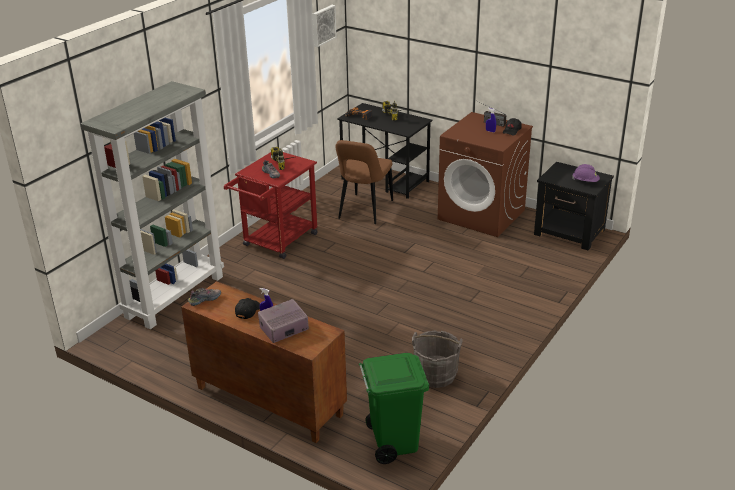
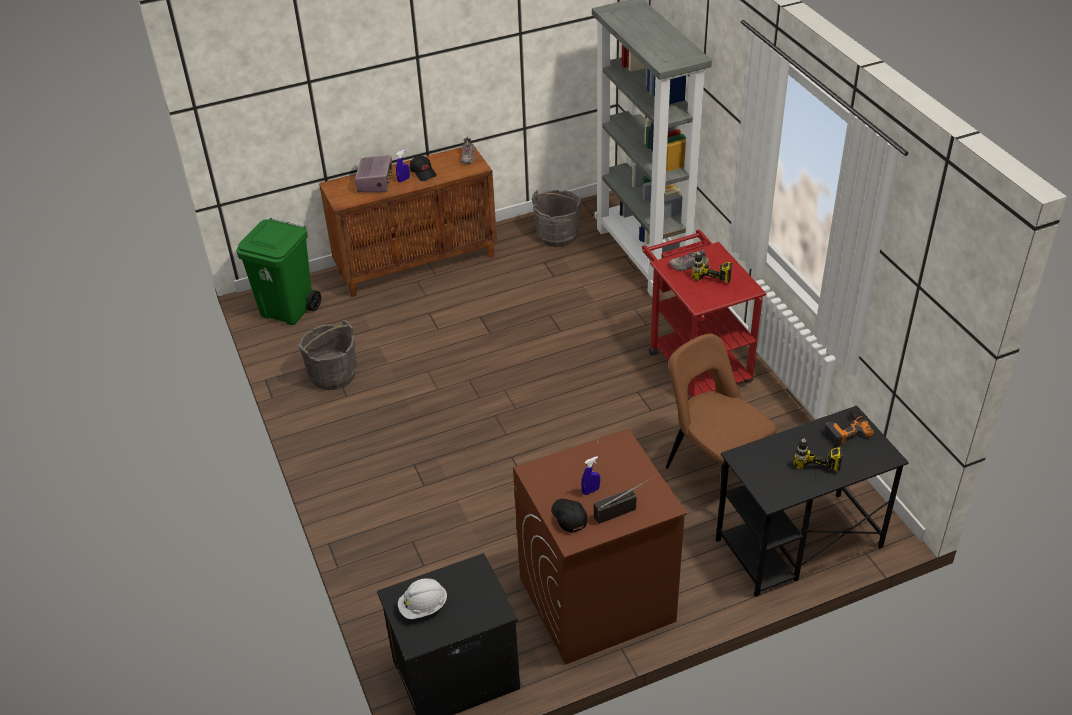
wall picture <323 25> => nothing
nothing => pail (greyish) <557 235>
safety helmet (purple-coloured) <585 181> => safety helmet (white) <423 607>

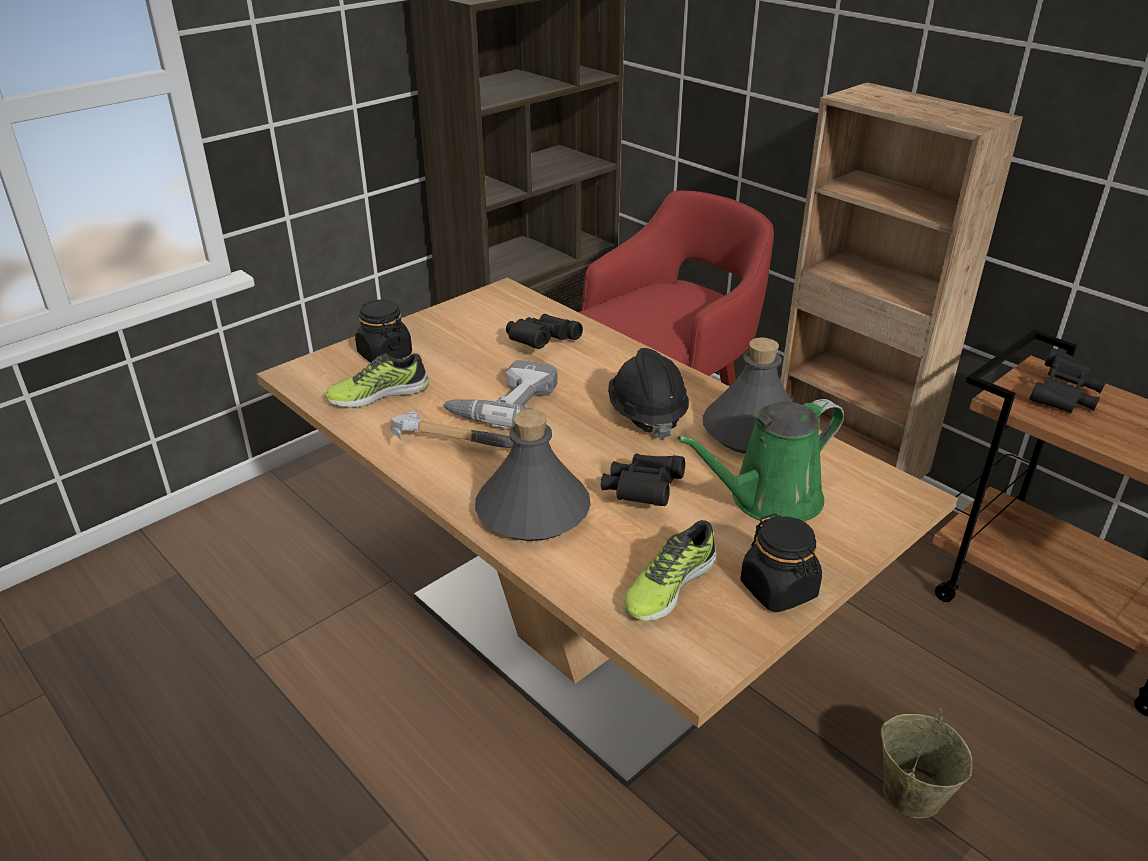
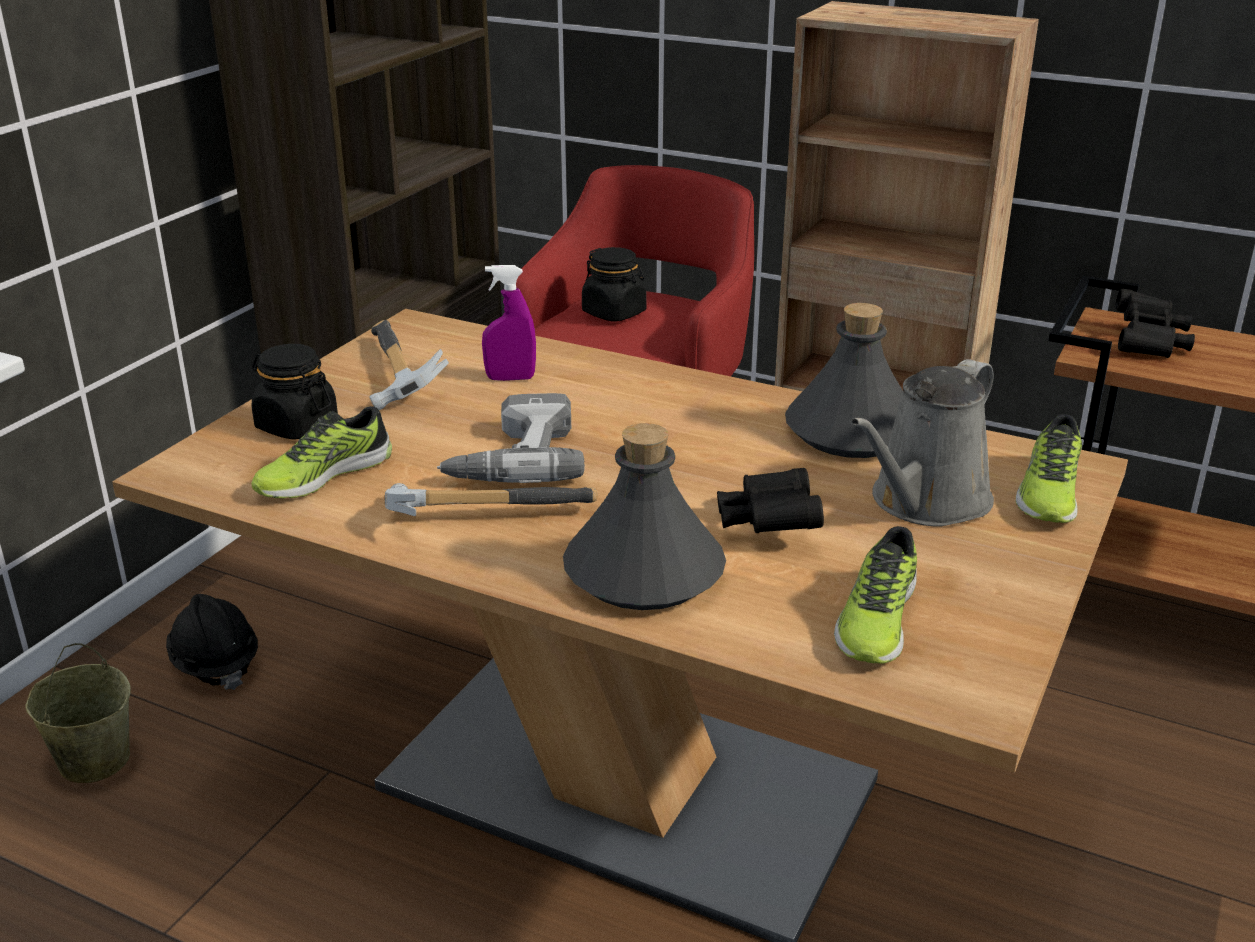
nothing => tool hammer <391 377>
nothing => item of footwear <1048 493>
safety helmet (black) <646 414> => safety helmet (black) <215 664>, moved
storage jar (black) <779 589> => storage jar (black) <614 313>, moved
pail (beige-coloured) <910 792> => pail (beige-coloured) <93 760>, moved
field glasses (black) <541 343> => spray bottle (purple-coloured) <510 378>
watering pot (greenish) <768 500> => watering pot (greyish) <925 502>

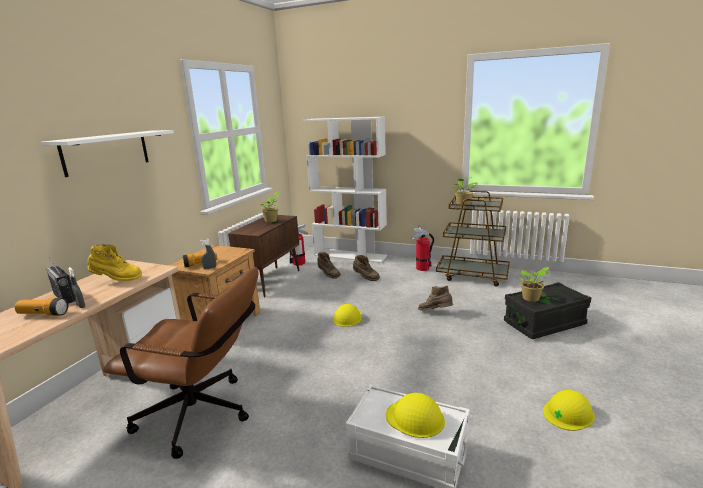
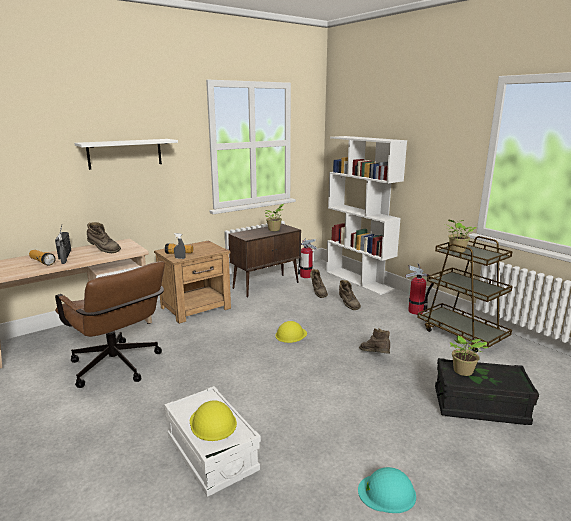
boot (yellow) <117 280> => boot (brownish) <103 251>
safety helmet (yellow) <568 413> => safety helmet (turquoise) <387 493>

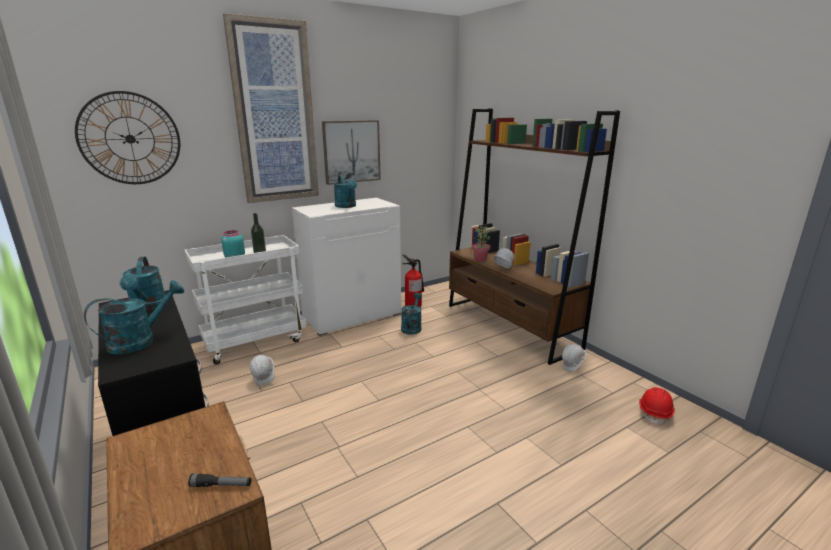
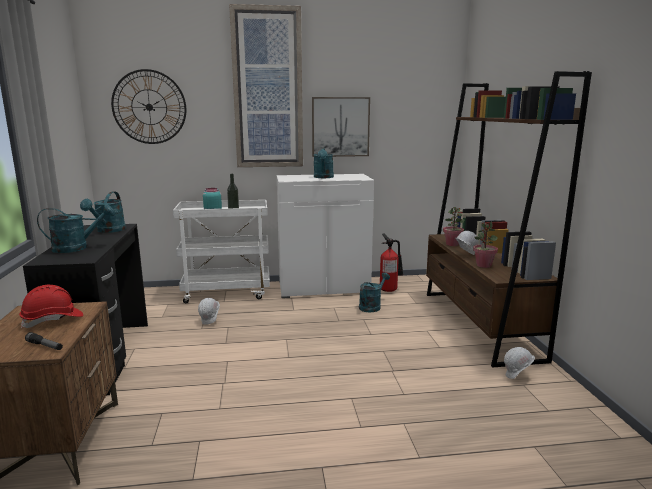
nothing => houseplant <483 265>
safety helmet (reddish) <655 413> => safety helmet (reddish) <53 320>, moved

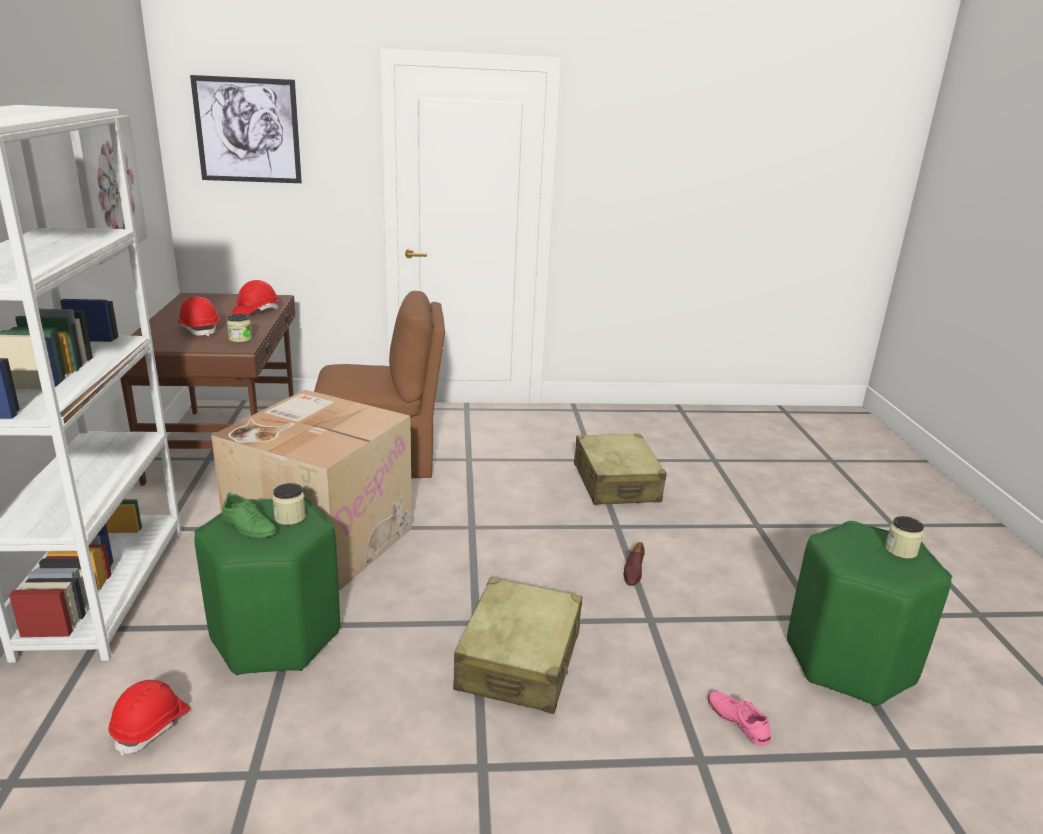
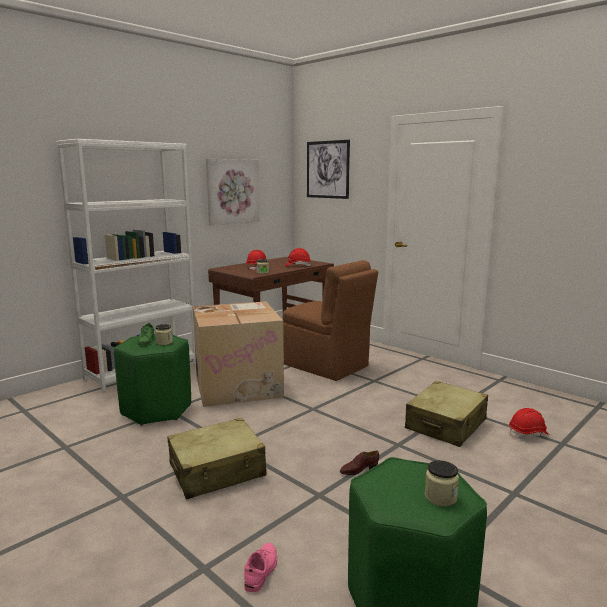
safety helmet (reddish) <152 726> => safety helmet (reddish) <528 434>, moved

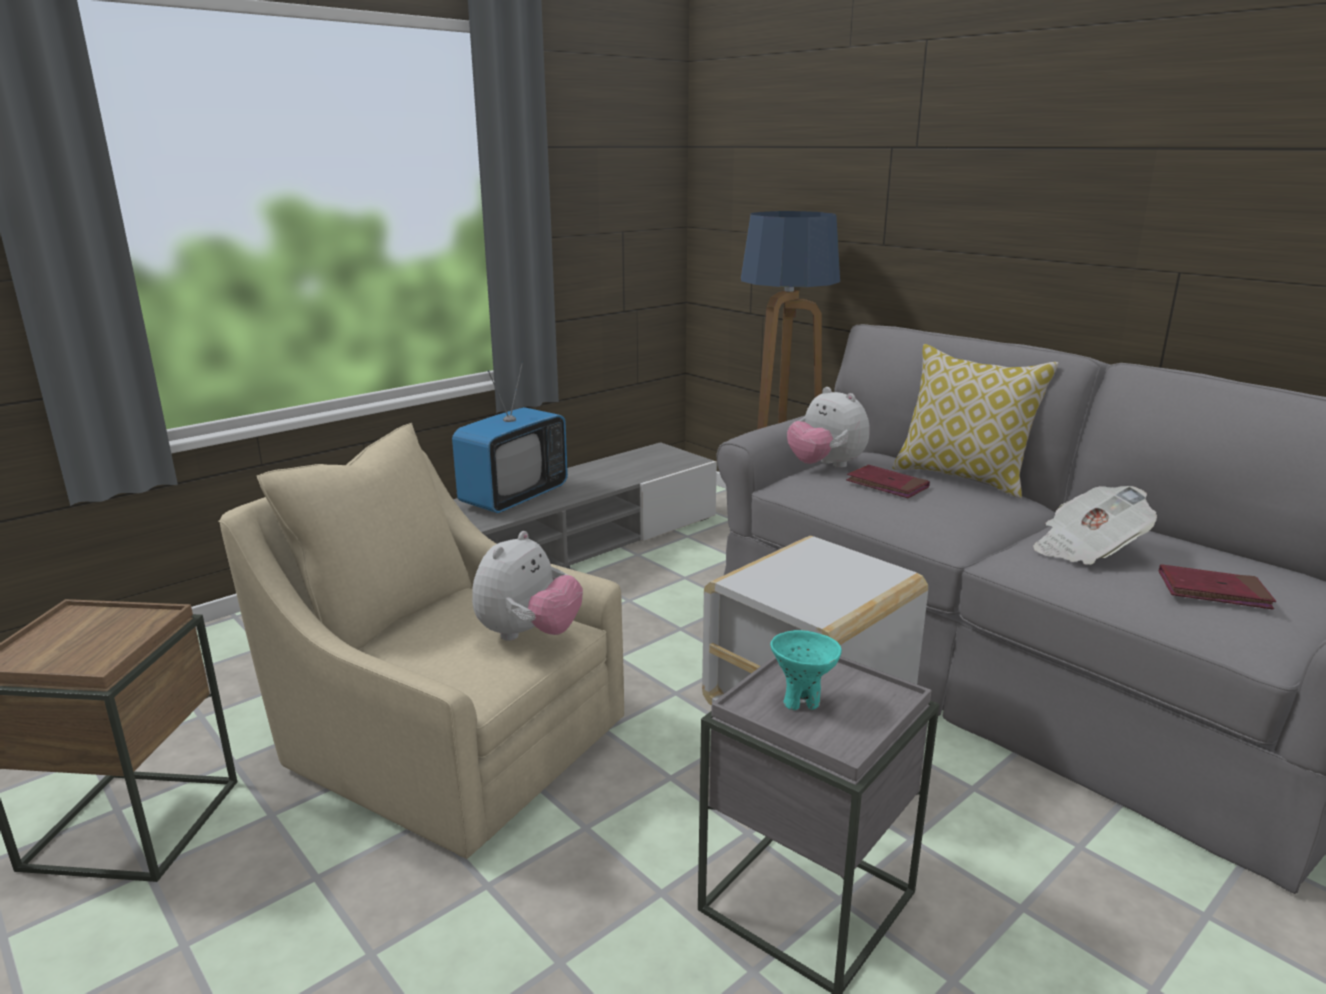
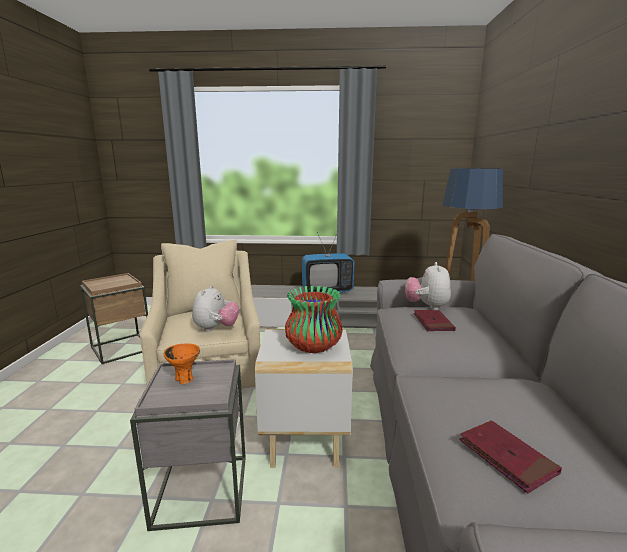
pillow <963 477> => nothing
printed paper <1087 550> => nothing
nothing => flower vase <313 347>
deep dish (turquoise) <801 702> => deep dish (orangey) <184 379>
cuddly toy <528 634> => cuddly toy <216 329>, 60 degrees counterclockwise

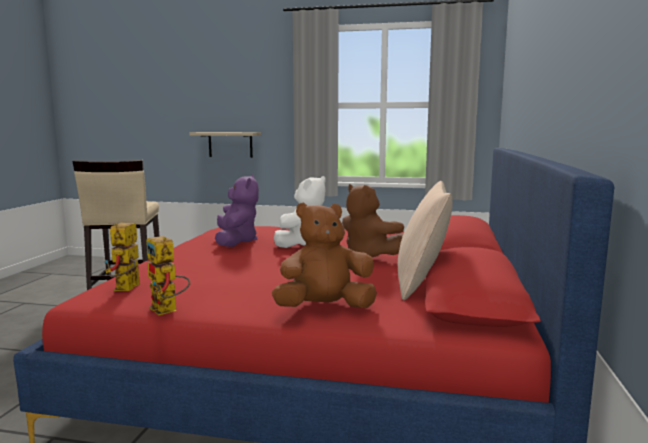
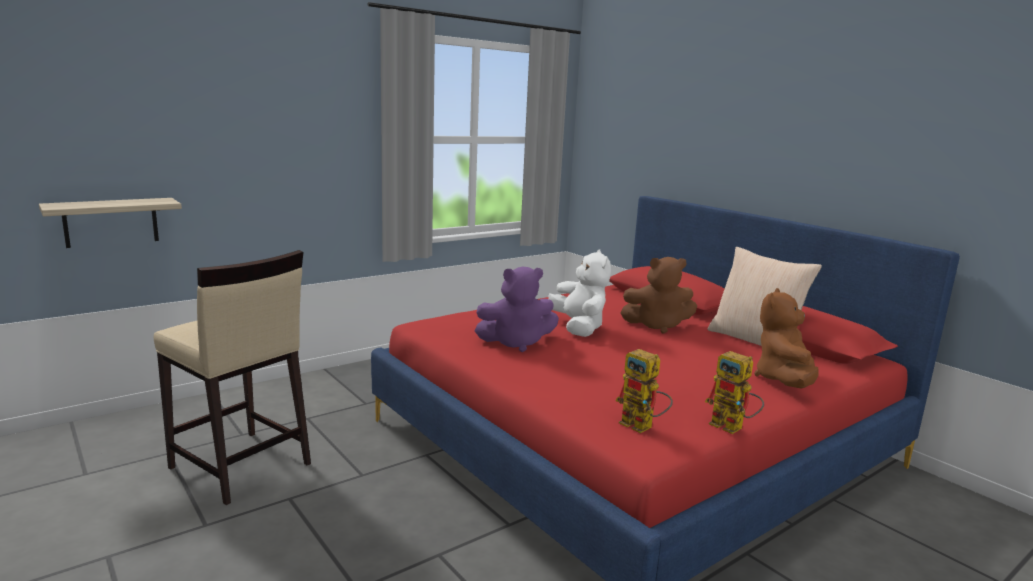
bracket shelf <230 144> => bracket shelf <111 222>, moved
robot figure <168 311> => robot figure <733 427>, 45 degrees clockwise
cuddly toy (purple-coloured) <236 242> => cuddly toy (purple-coloured) <516 343>, 135 degrees clockwise

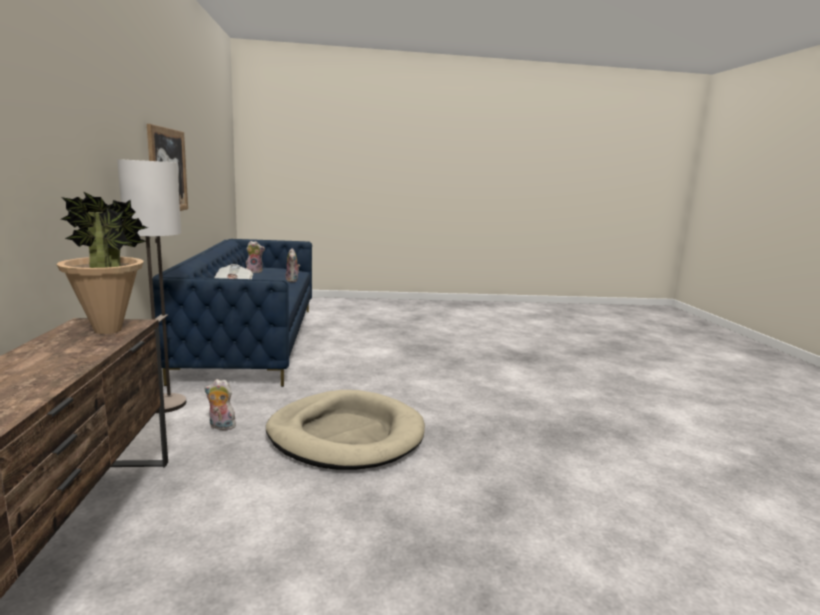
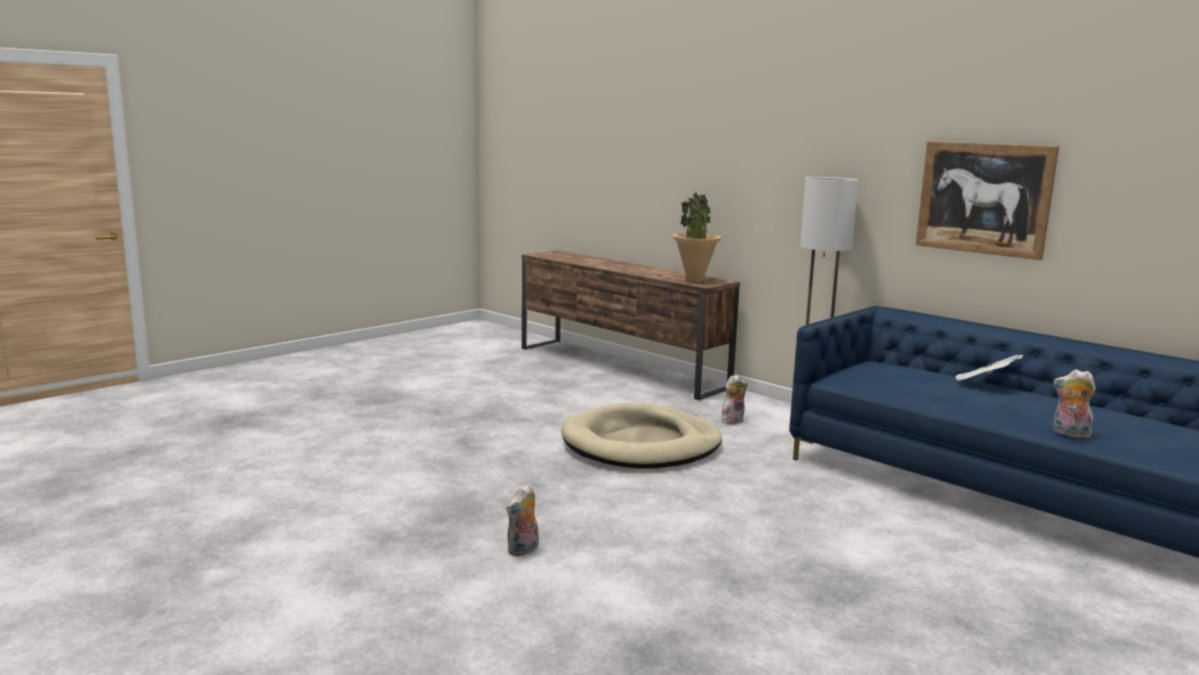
cuddly toy <255 271> => cuddly toy <523 550>, moved

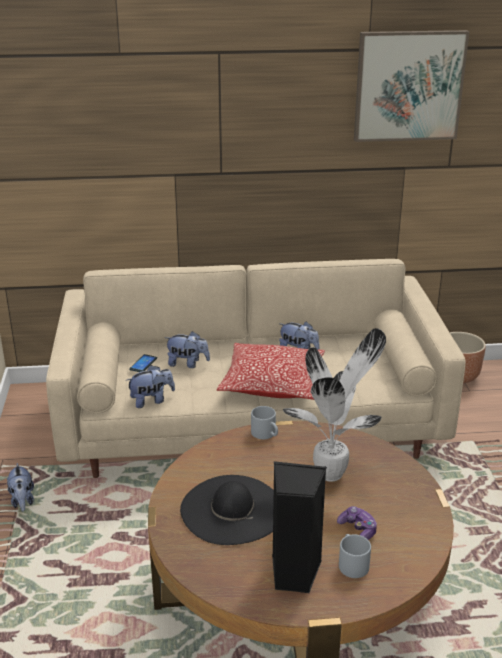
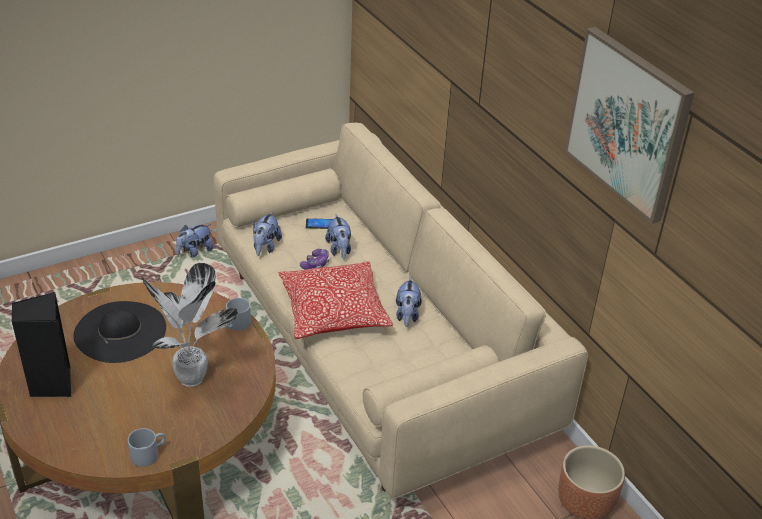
gamepad <358 529> => gamepad <315 264>, moved
mug (greyish) <351 563> => mug (greyish) <148 453>, moved
cuddly toy <151 400> => cuddly toy <265 247>, 60 degrees clockwise

